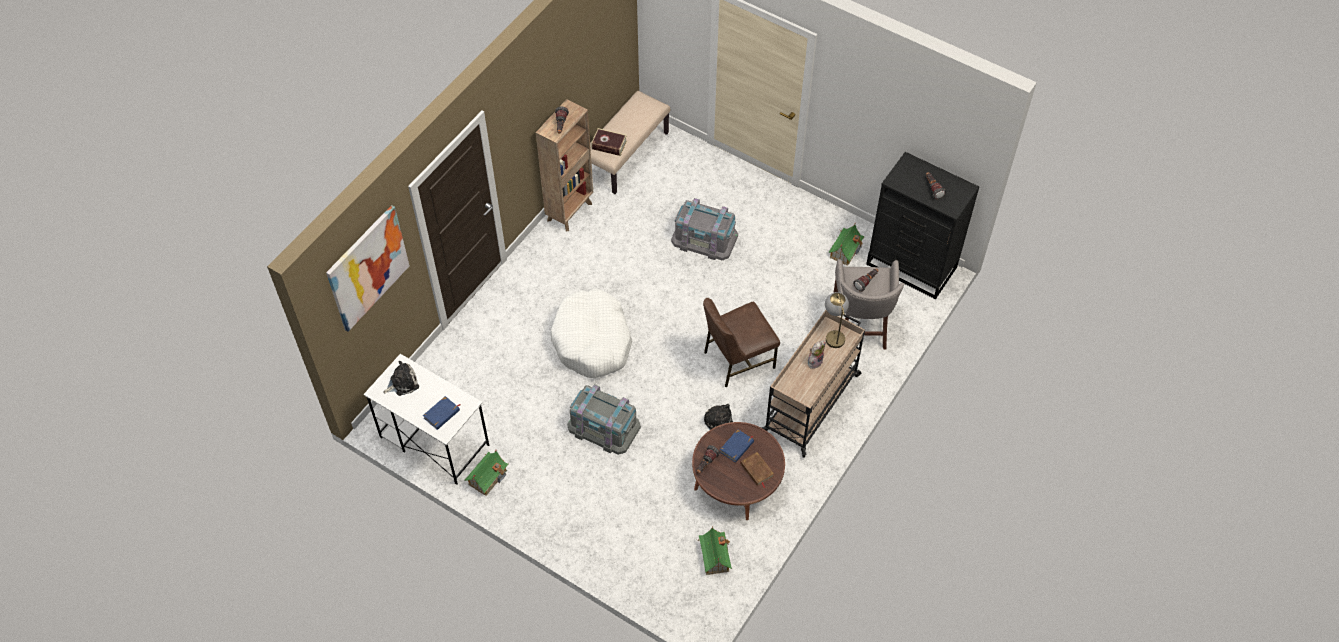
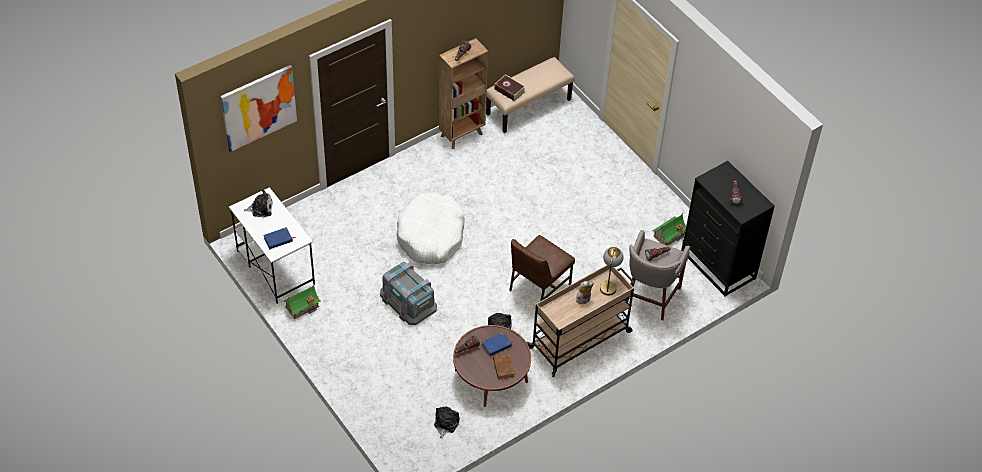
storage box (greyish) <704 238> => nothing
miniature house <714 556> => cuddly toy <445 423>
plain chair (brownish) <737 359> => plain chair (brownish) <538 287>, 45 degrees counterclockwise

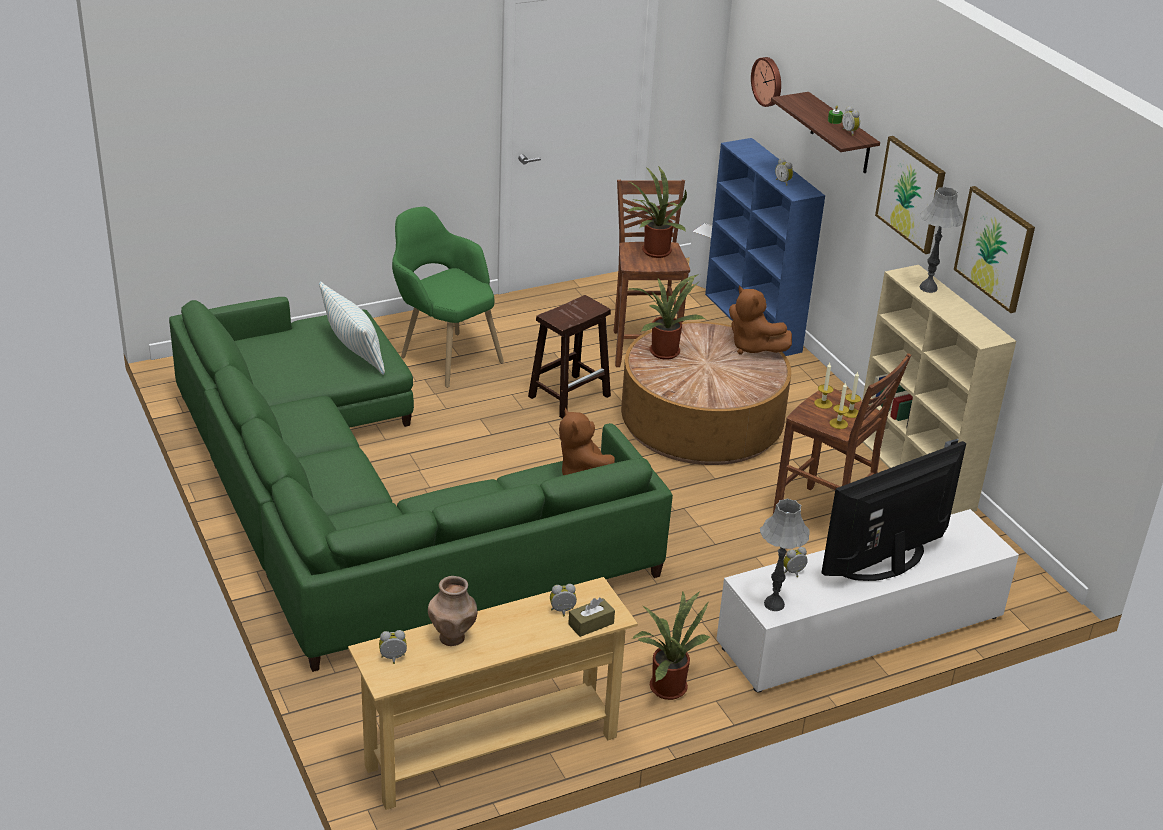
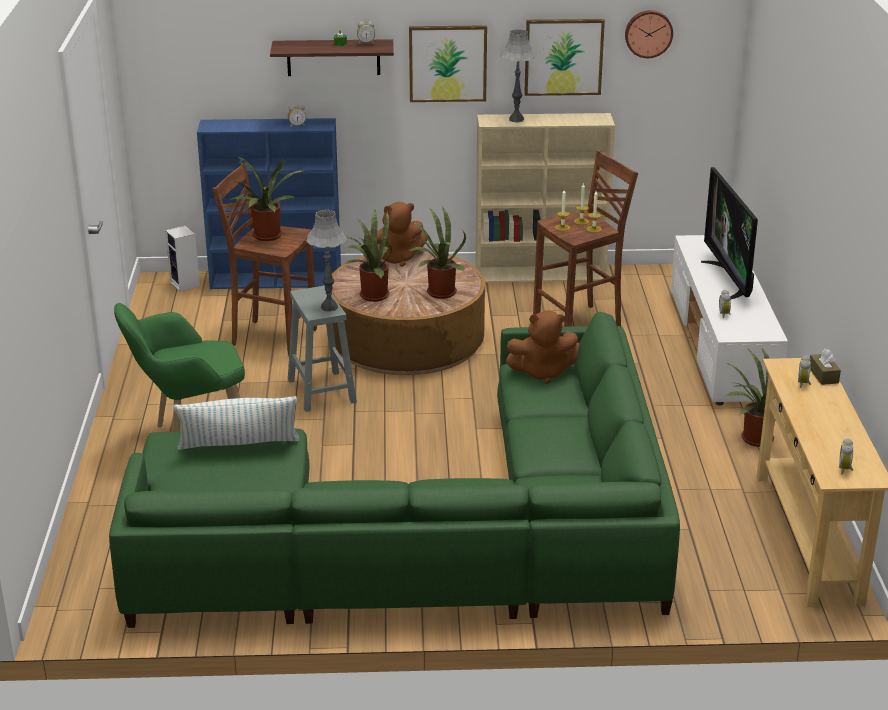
flower vase (brownish) <452 637> => nothing
nothing => houseplant <438 293>
clock on the wall <768 81> => clock on the wall <648 33>, moved
lamp for a table (greyish) <773 604> => lamp for a table (greyish) <329 307>, moved
stool seat (brownish) <570 395> => stool seat (greyish) <321 390>

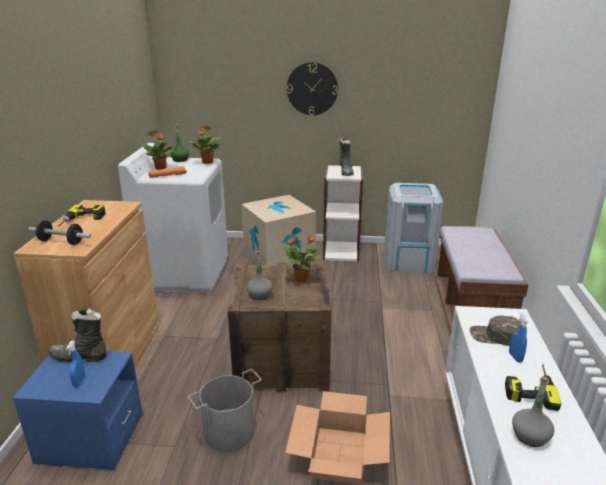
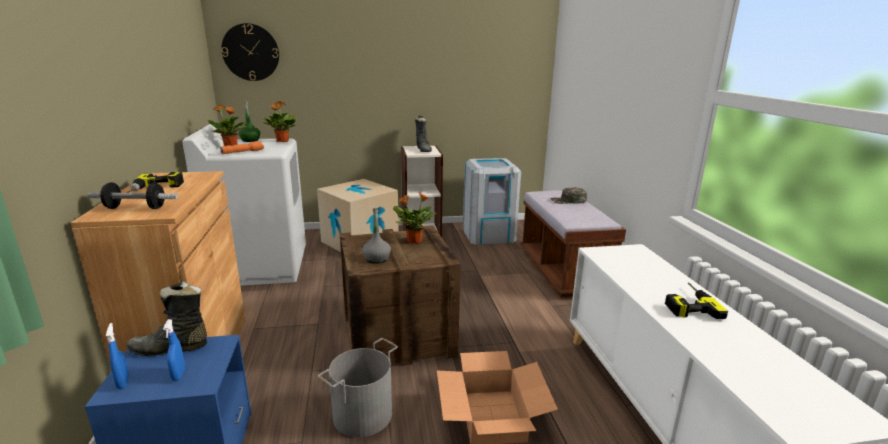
bottle (greyish) <530 436> => nothing
clock on the wall <312 89> => clock on the wall <251 52>, moved
baseball cap (greenish) <497 336> => baseball cap (greenish) <568 201>, moved
spray bottle (blue) <515 357> => spray bottle (blue) <123 382>, moved

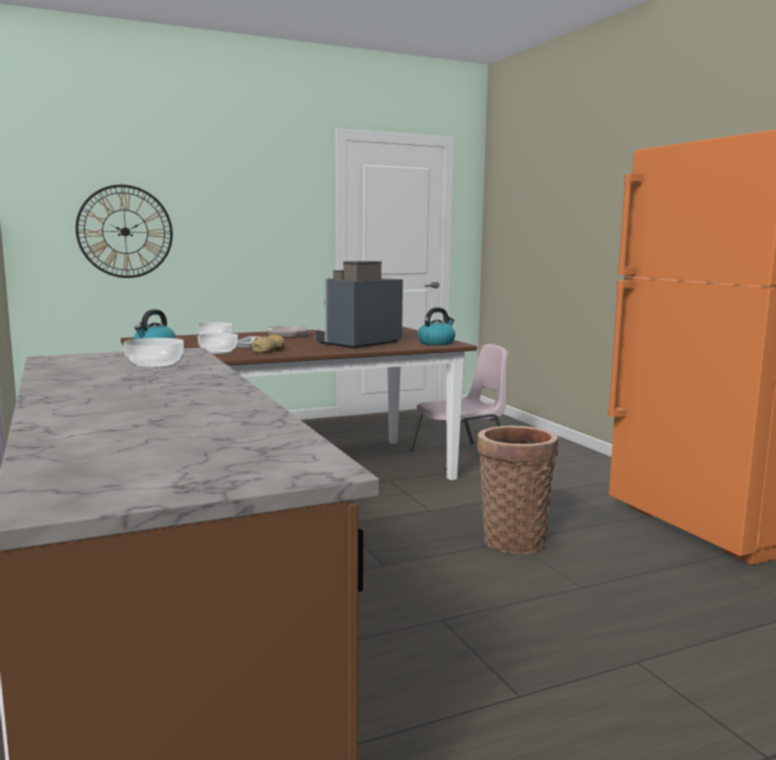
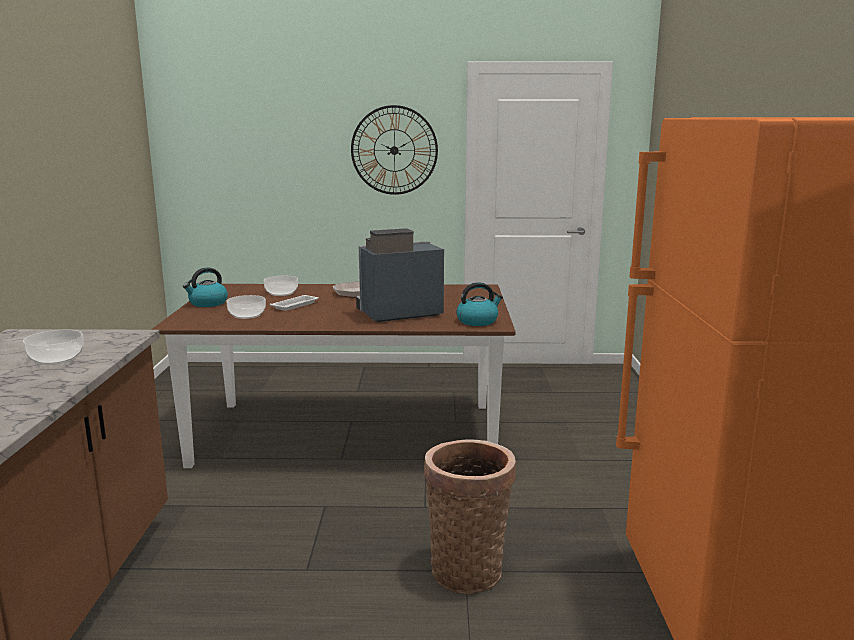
bakery bread <269 350> => nothing
plain chair (pink) <460 455> => nothing
clock on the wall <125 231> => clock on the wall <394 150>, moved

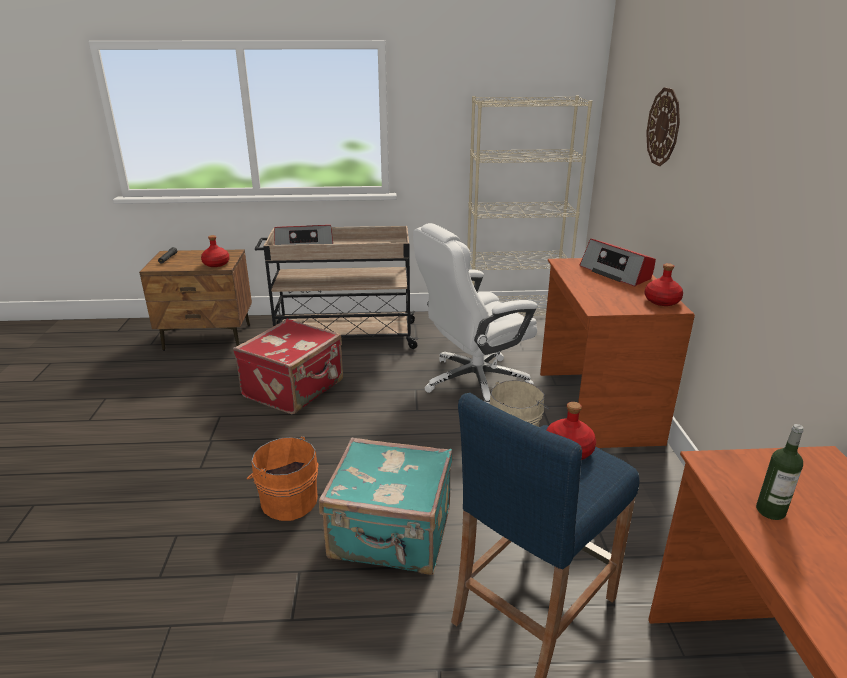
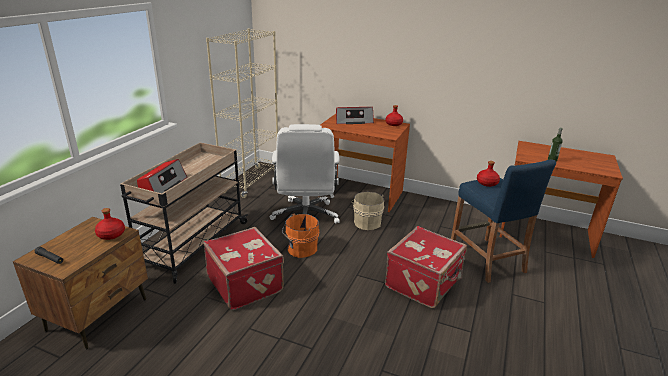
clock on the wall <663 127> => nothing
pail (orangey) <287 500> => pail (orangey) <300 249>, moved
suitcase (turquoise) <391 535> => suitcase (reddish) <424 283>

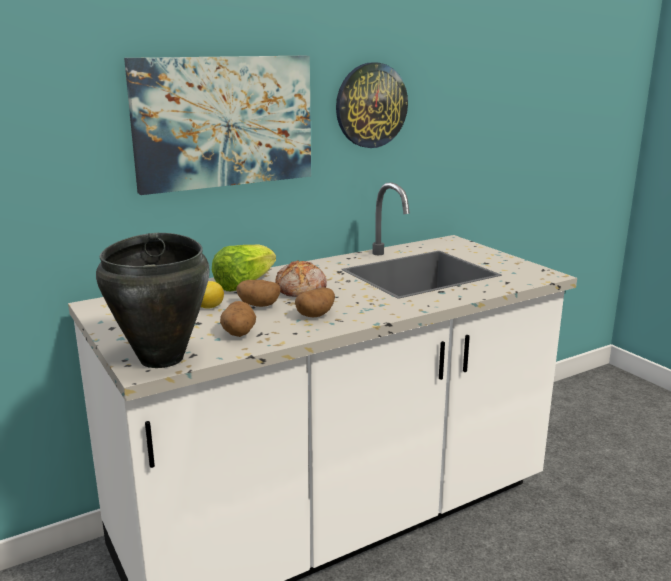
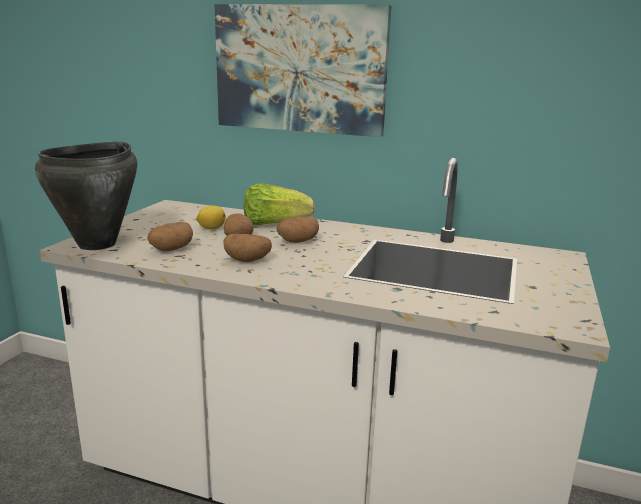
clock on the wall <371 105> => nothing
bakery bread <302 289> => spud <297 241>

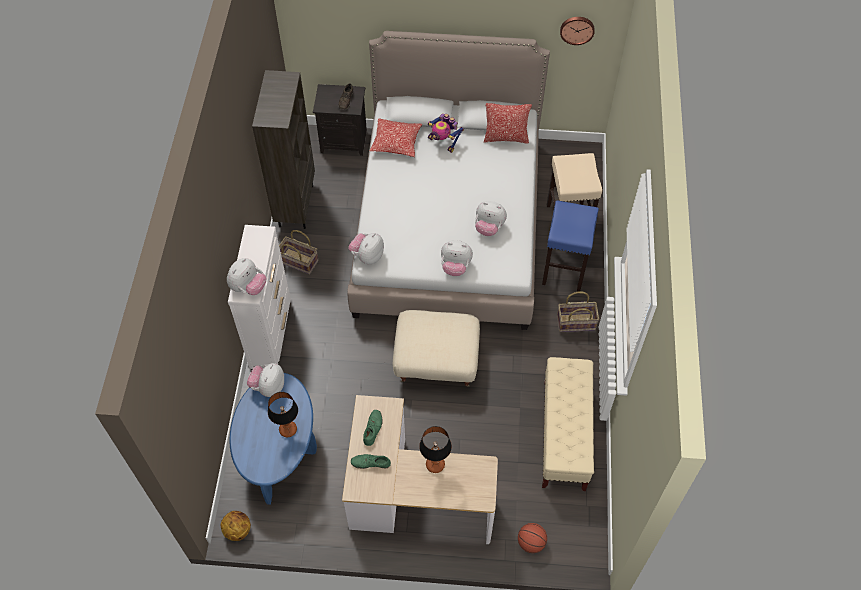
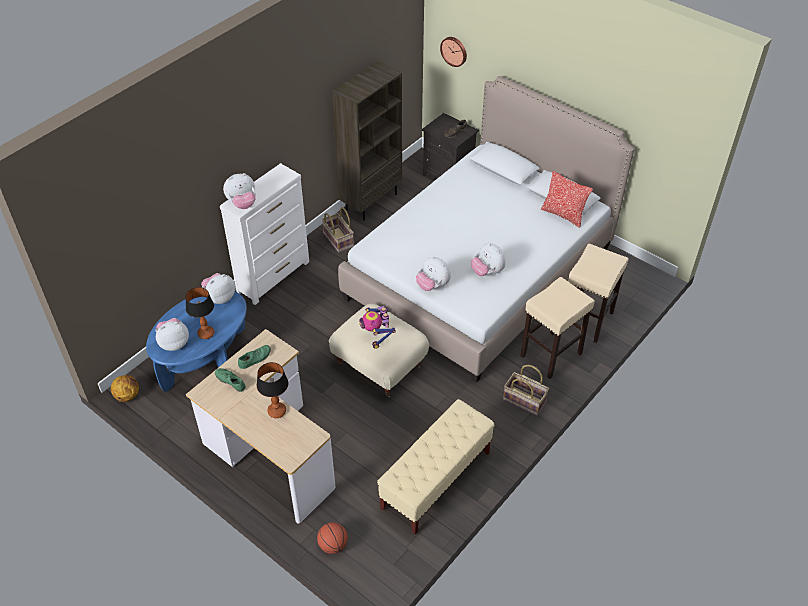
pillow <396 142> => nothing
cuddly toy <367 256> => cuddly toy <174 343>, moved
robot figure <443 142> => robot figure <377 335>, moved
clock on the wall <577 29> => clock on the wall <454 51>, moved
stool seat (blue) <564 270> => stool seat (beige-coloured) <550 355>

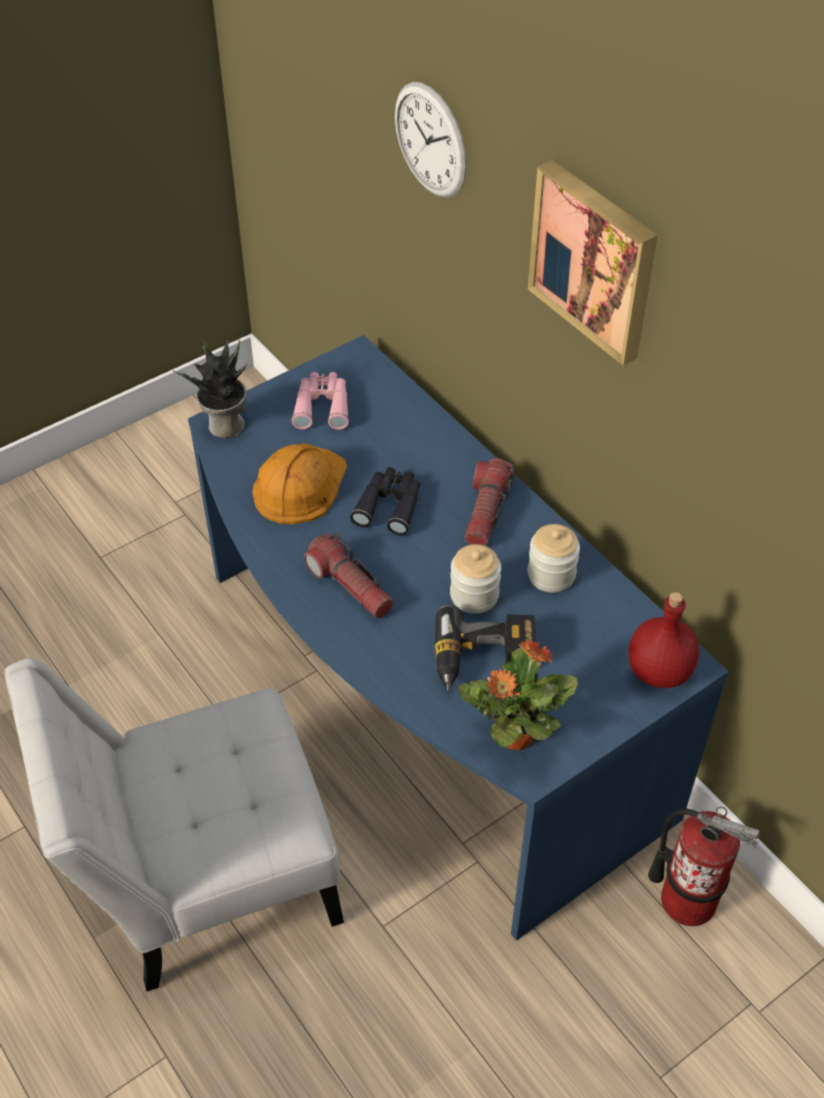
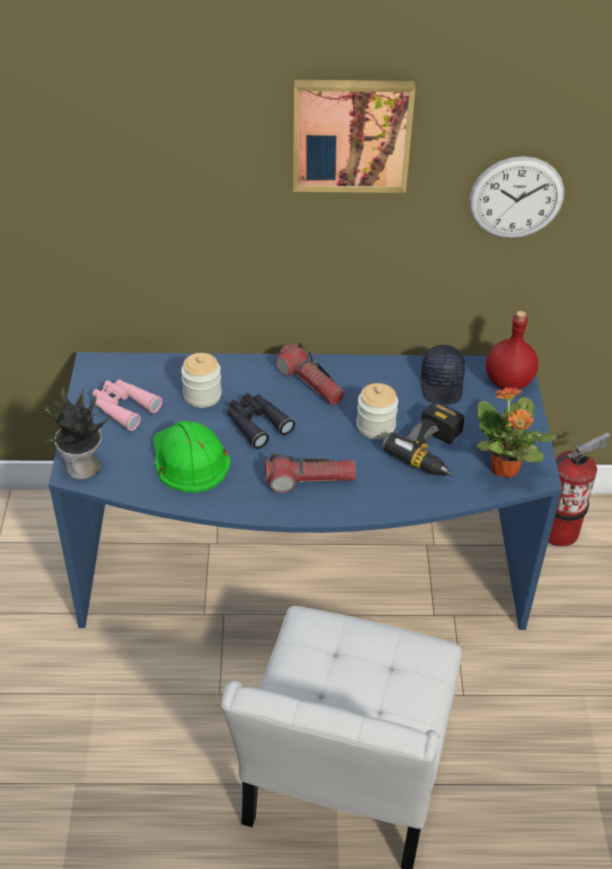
nothing => baseball cap (black) <442 384>
clock on the wall <430 140> => clock on the wall <516 198>, moved
storage jar <551 575> => storage jar <202 395>, moved
safety helmet (orangey) <299 486> => safety helmet (greenish) <188 458>

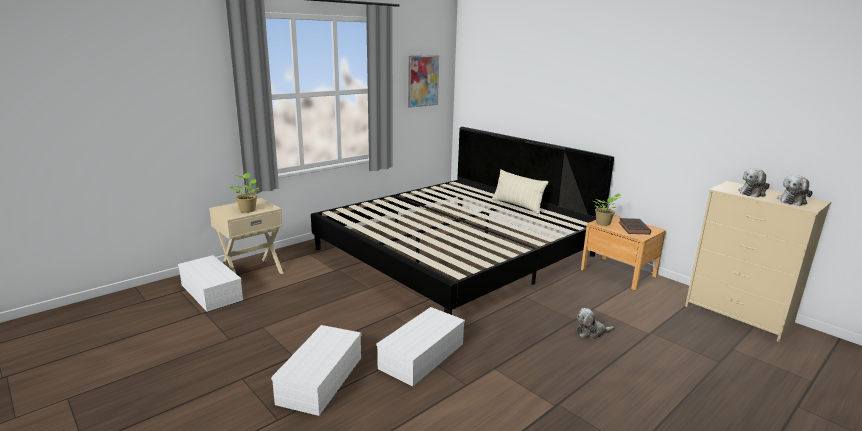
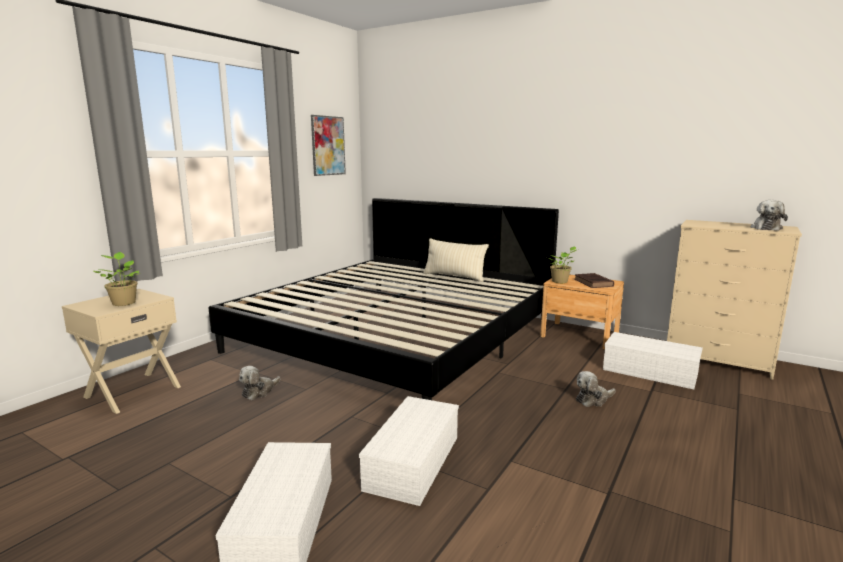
storage box (white) <212 292> => storage box (white) <651 371>, moved
cuddly toy <752 193> => cuddly toy <259 391>, moved

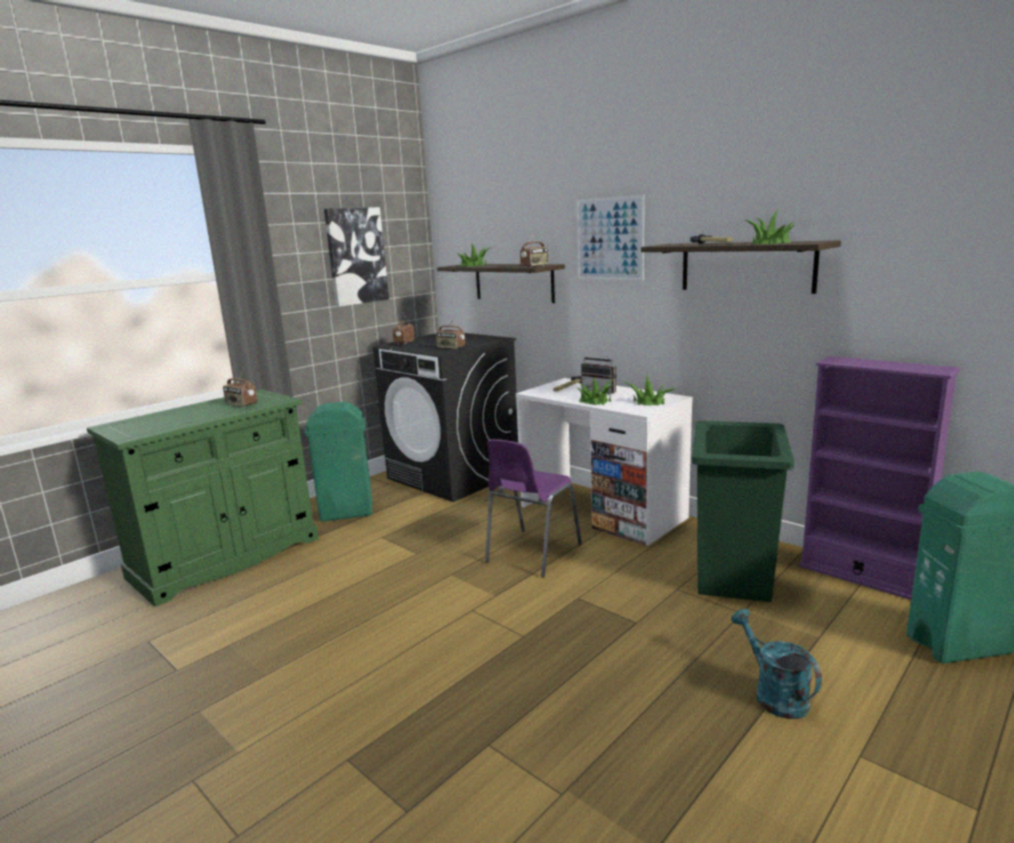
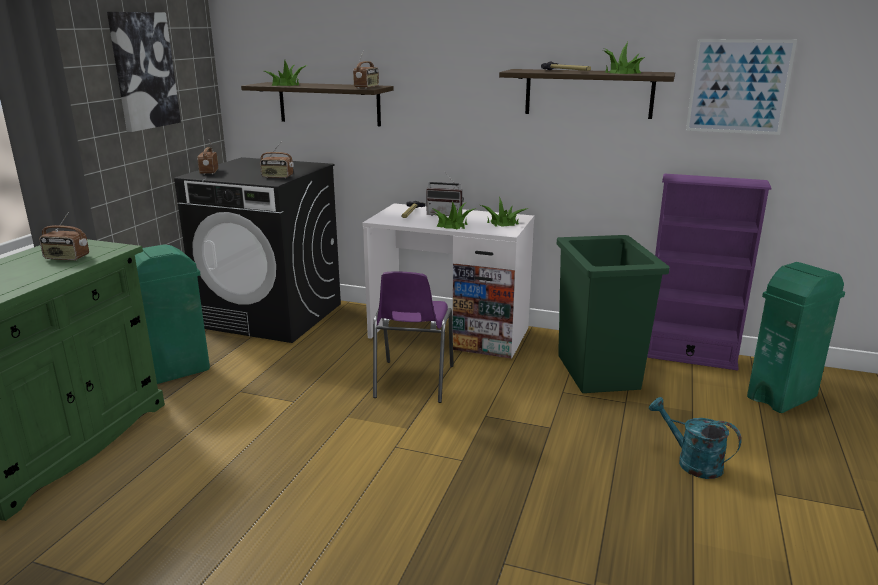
wall picture <609 239> => wall picture <738 87>, moved

